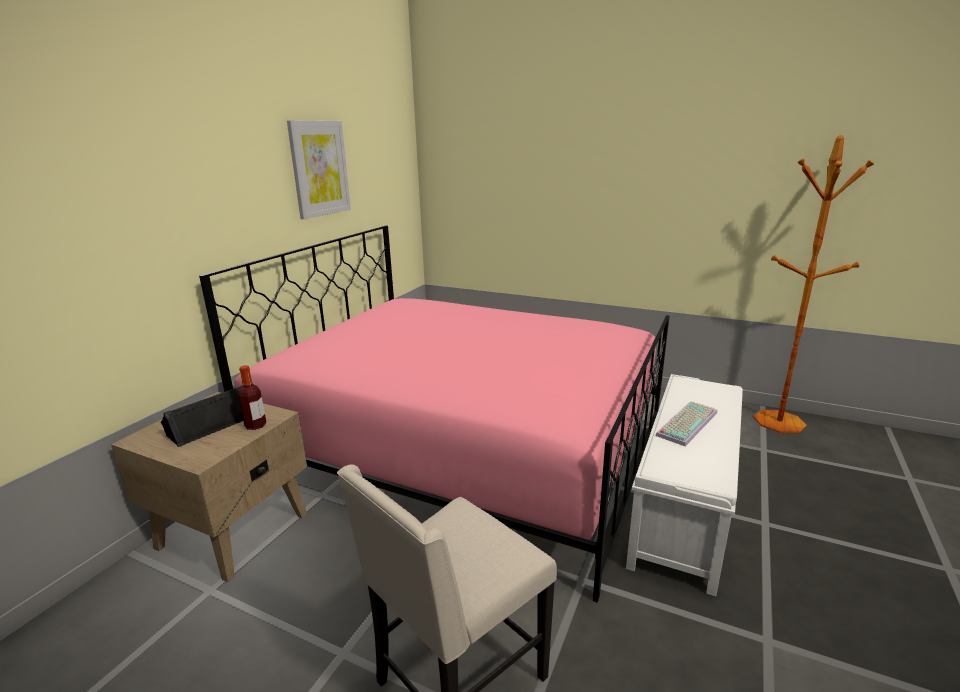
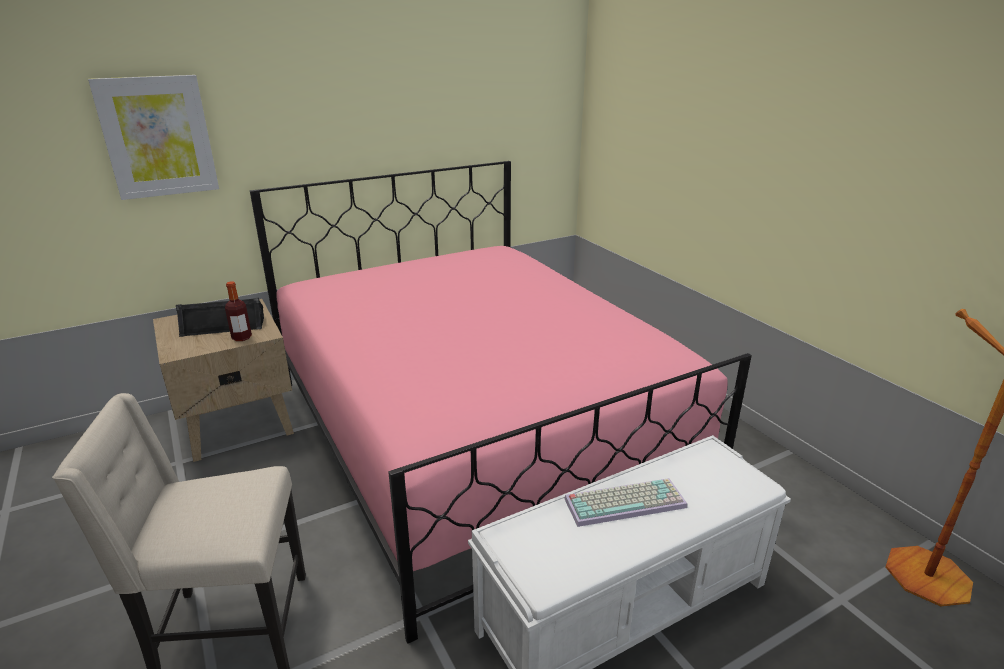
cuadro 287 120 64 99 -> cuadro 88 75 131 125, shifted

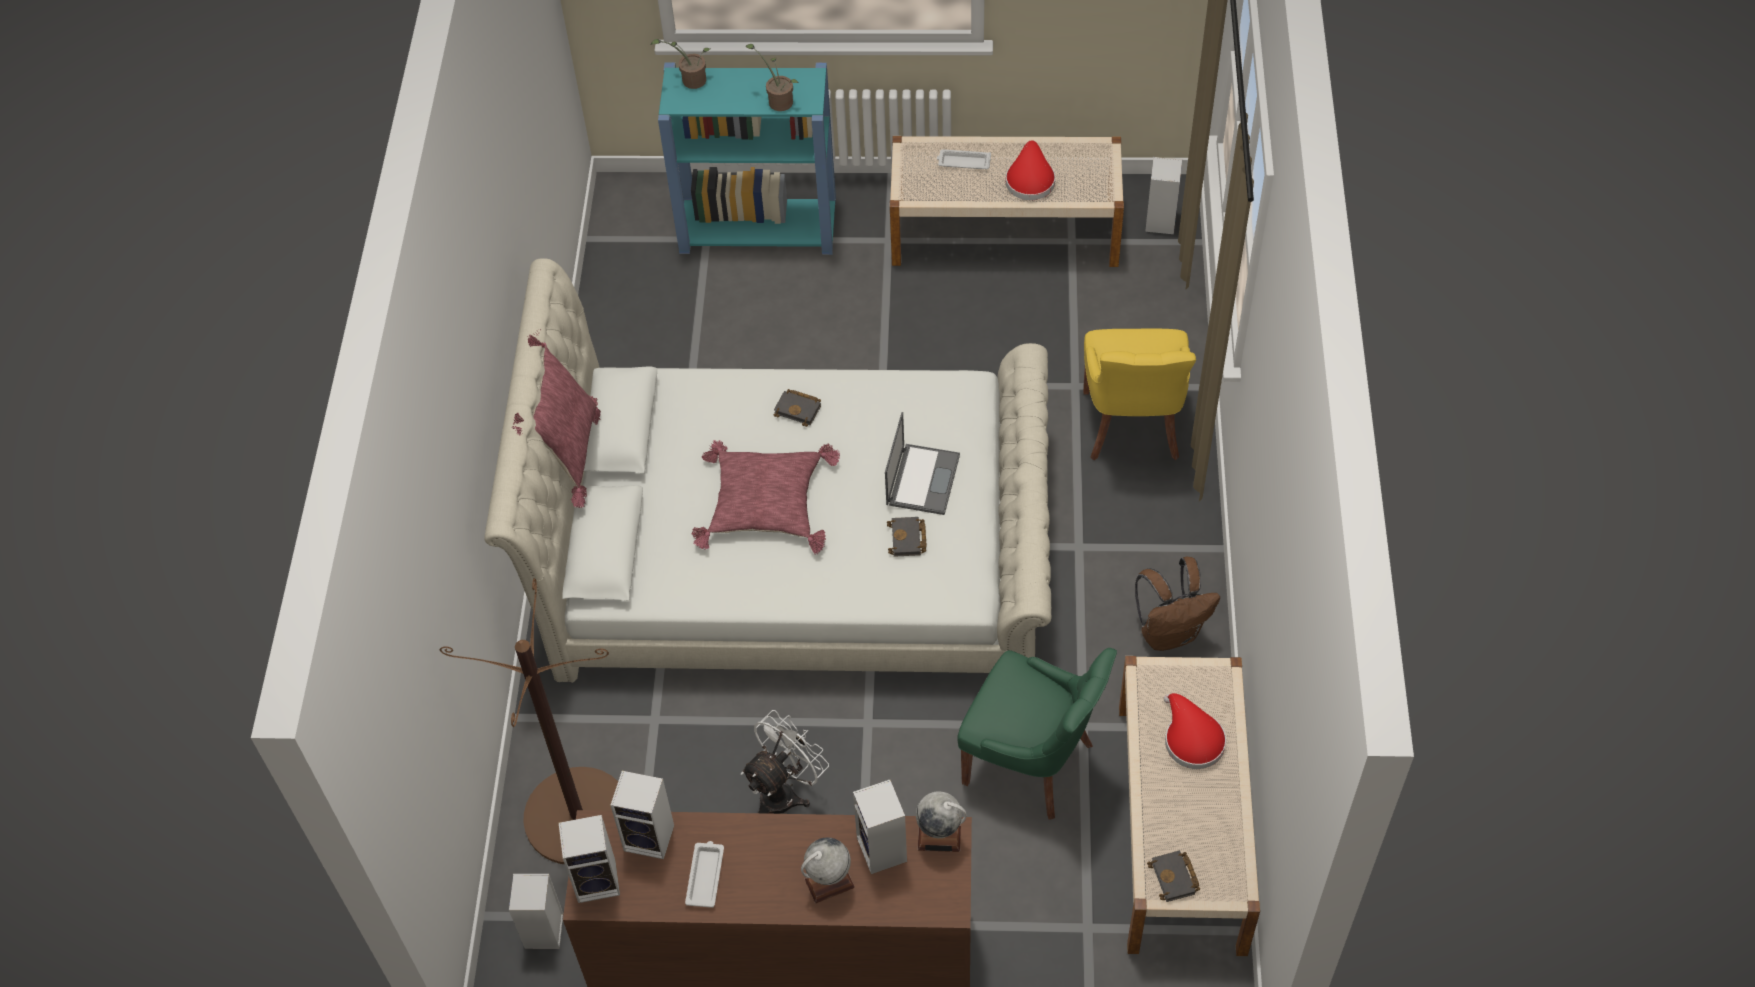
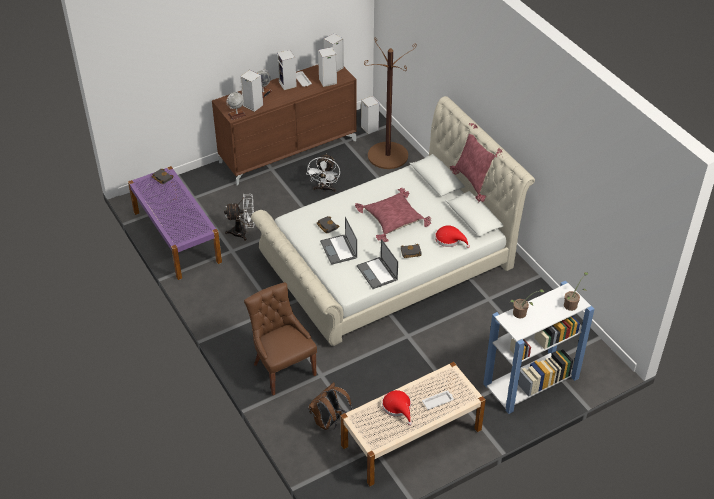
banco [beis] 1119 656 141 300 -> banco [morado] 128 166 94 114
silla [verde] 957 648 160 172 -> ventilador [blanco] 224 194 30 47
silla [amarillo] 1083 328 113 132 -> silla [marrón] 244 282 73 113
altavoz 1145 157 37 77 -> altavoz 277 50 20 40, shifted
mochila [marrón] 1135 557 85 94 -> mochila [marrón] 308 382 44 49, shifted
none -> portátil 357 239 41 50
sombrero [rojo] 1164 693 62 76 -> sombrero [rojo] 435 225 35 23, shifted
estantería [turquesa] 658 62 178 193 -> estantería [blanco] 483 281 111 133

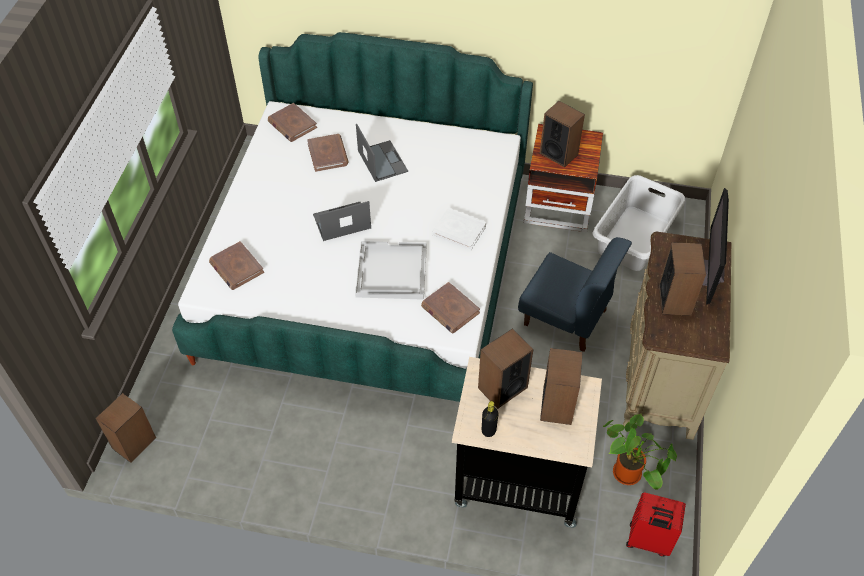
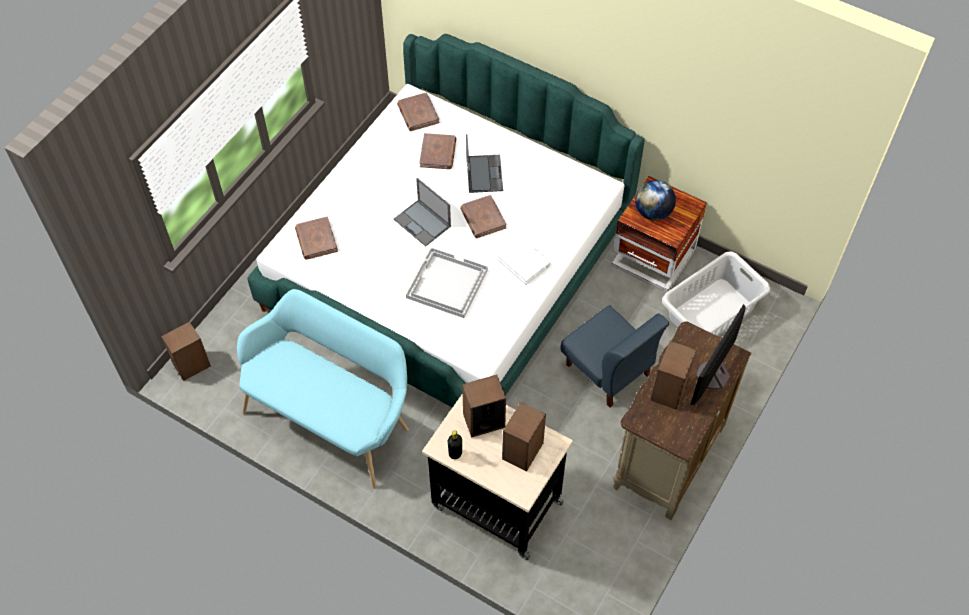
none -> banco [turquesa] 237 289 172 200
portátil 313 201 58 40 -> portátil 394 178 57 69, 135 degrees counterclockwise
libro [marrón] 421 282 59 52 -> libro [marrón] 460 195 46 43, shifted
altavoz 540 101 45 67 -> globo terráqueo 635 180 41 41
planta en maceta 603 413 74 77 -> none
maleta [rojo] 626 493 60 63 -> none

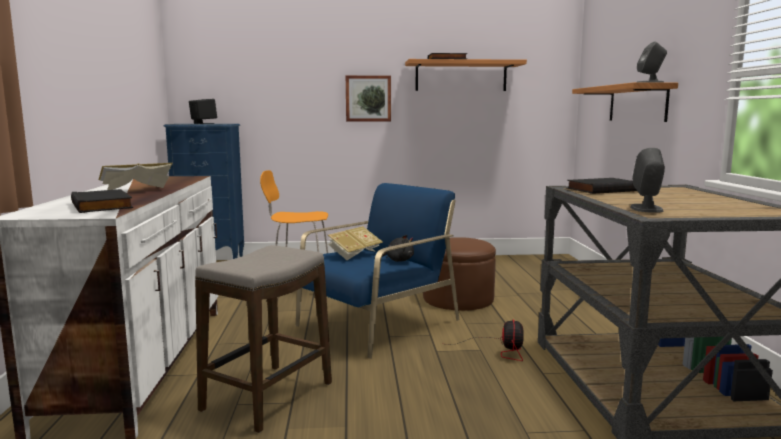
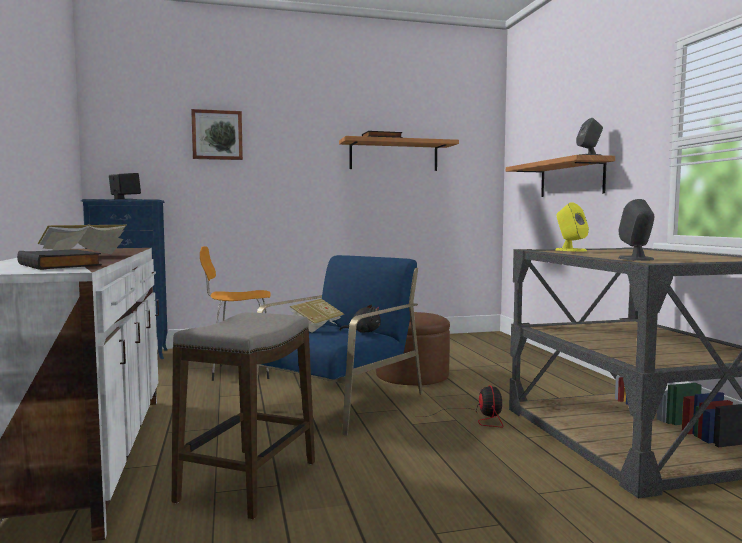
cuadro 346 75 45 46 -> cuadro 191 109 52 51, shifted
libro [negro] 567 178 70 16 -> altavoz [amarillo] 555 202 34 50

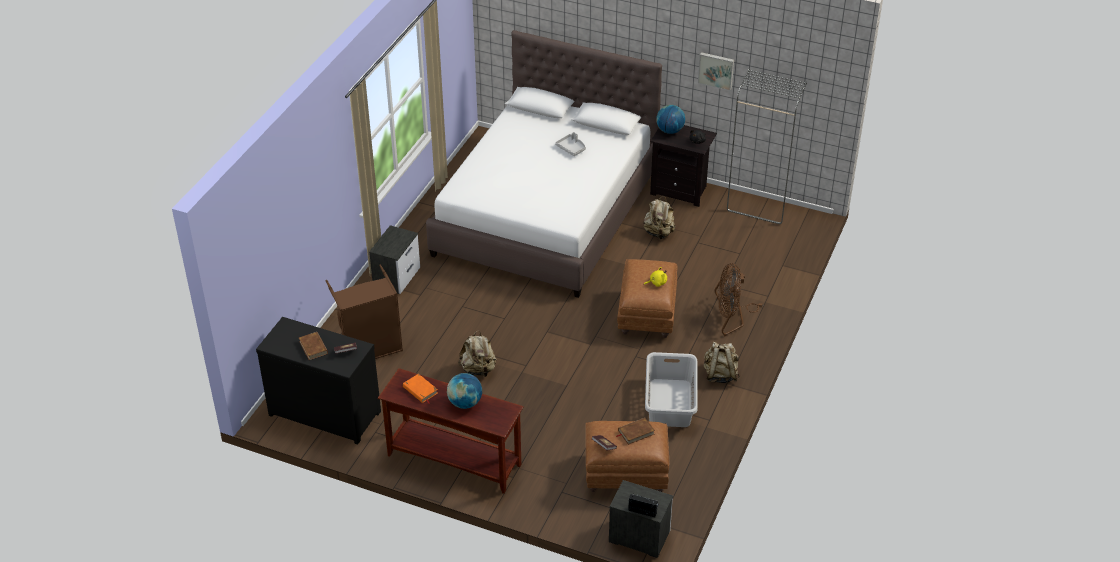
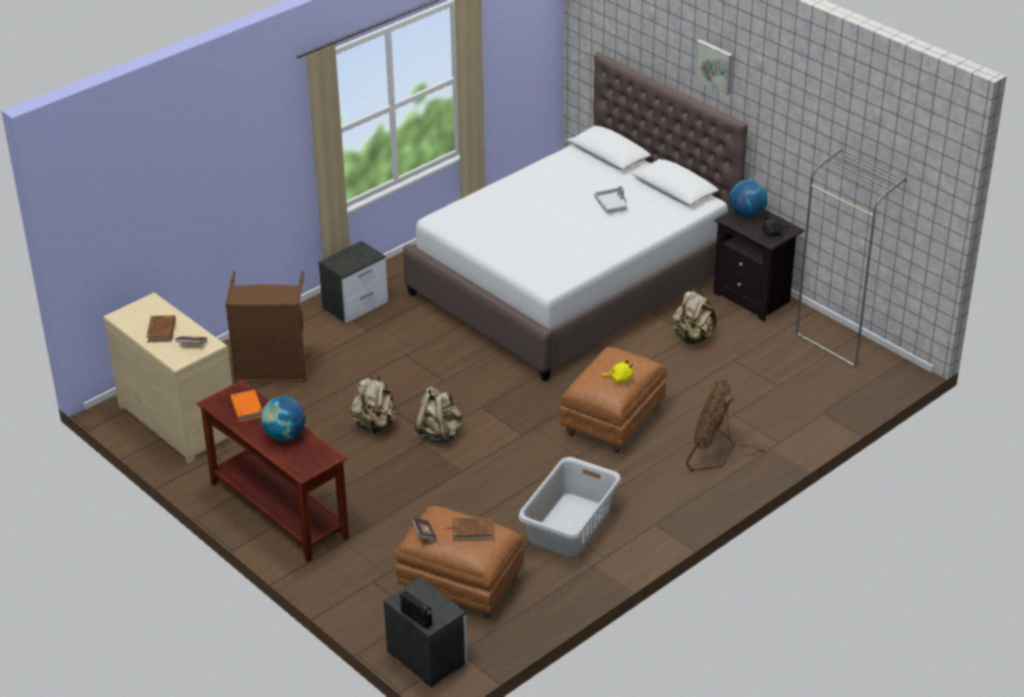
cómoda [negro] 256 317 125 128 -> cómoda [beis] 103 292 130 171
mochila [beis] 703 342 37 41 -> mochila [beis] 415 387 47 56, shifted
cuadro 698 52 36 39 -> cuadro 694 39 39 56, shifted

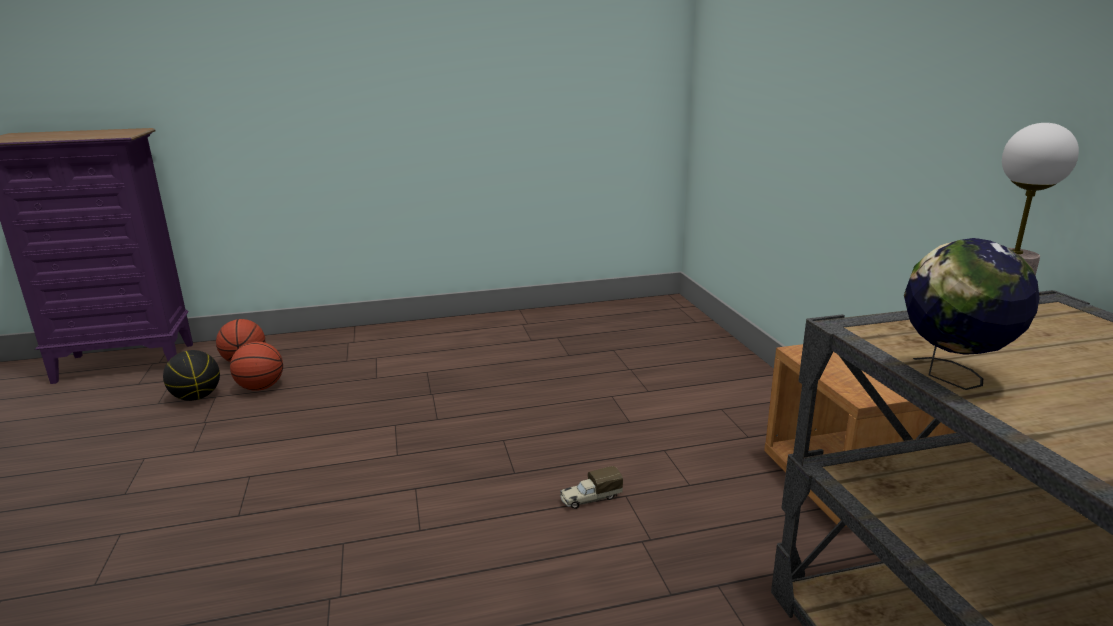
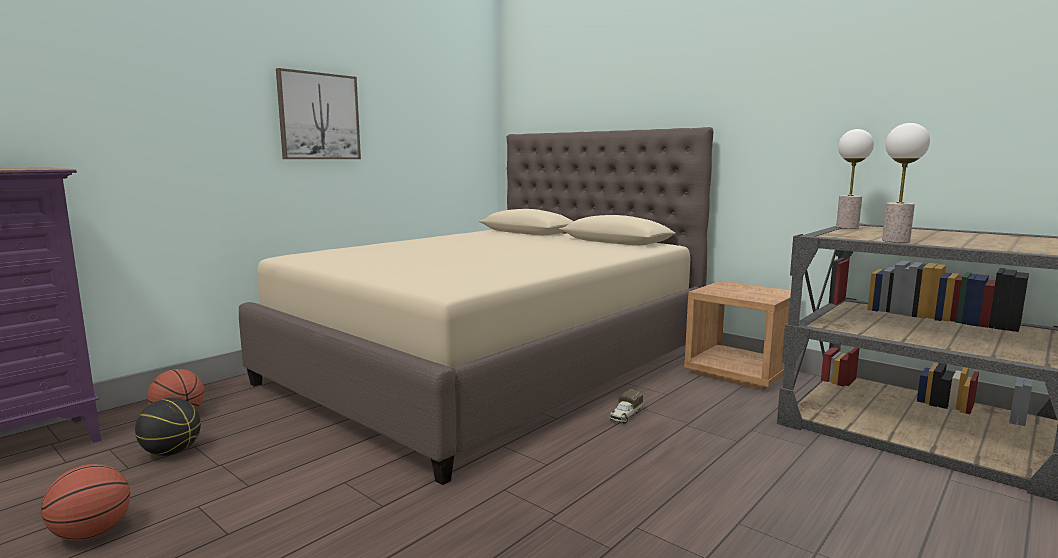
balón de baloncesto 230 342 53 49 -> balón de baloncesto 41 464 89 77, shifted
none -> cama [beis] 239 127 474 358
none -> cuadro 276 68 85 91
globo terráqueo 904 238 136 152 -> lámpara de mesa 882 123 48 120

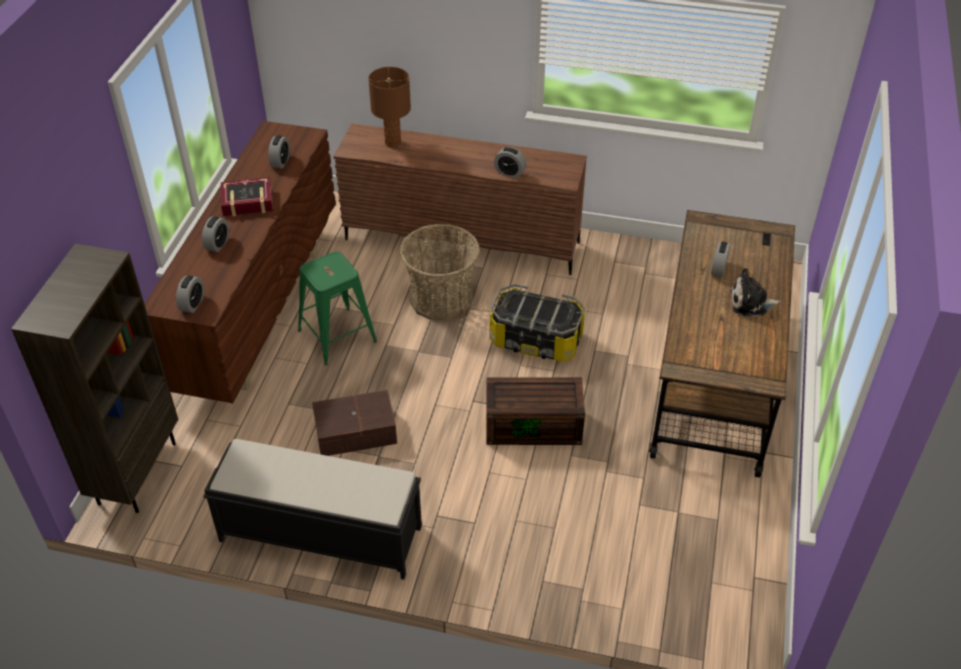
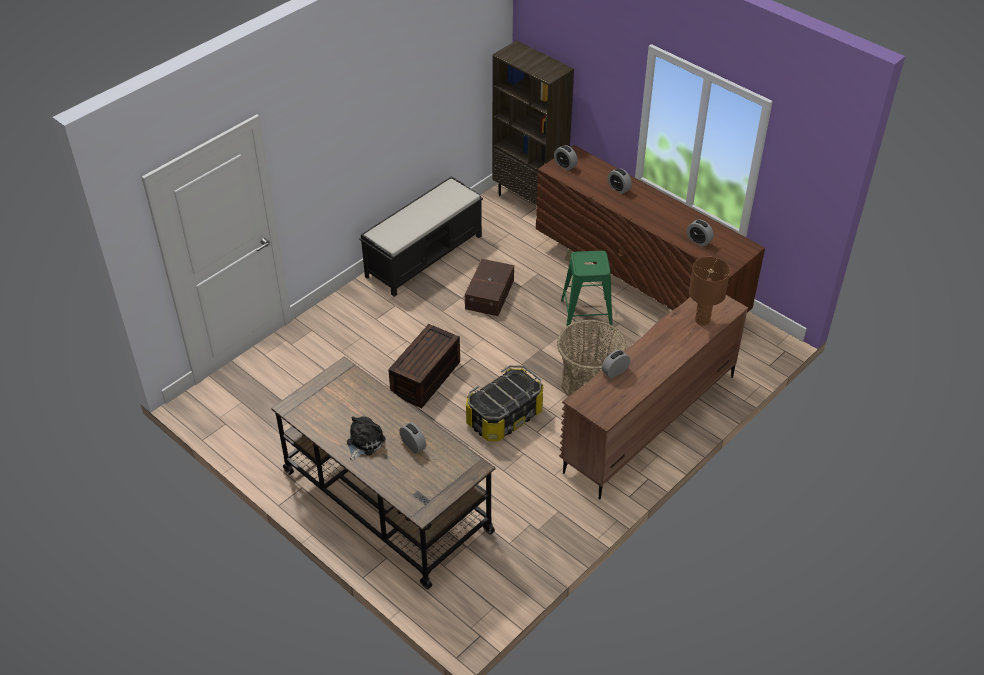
libro 221 177 52 39 -> none

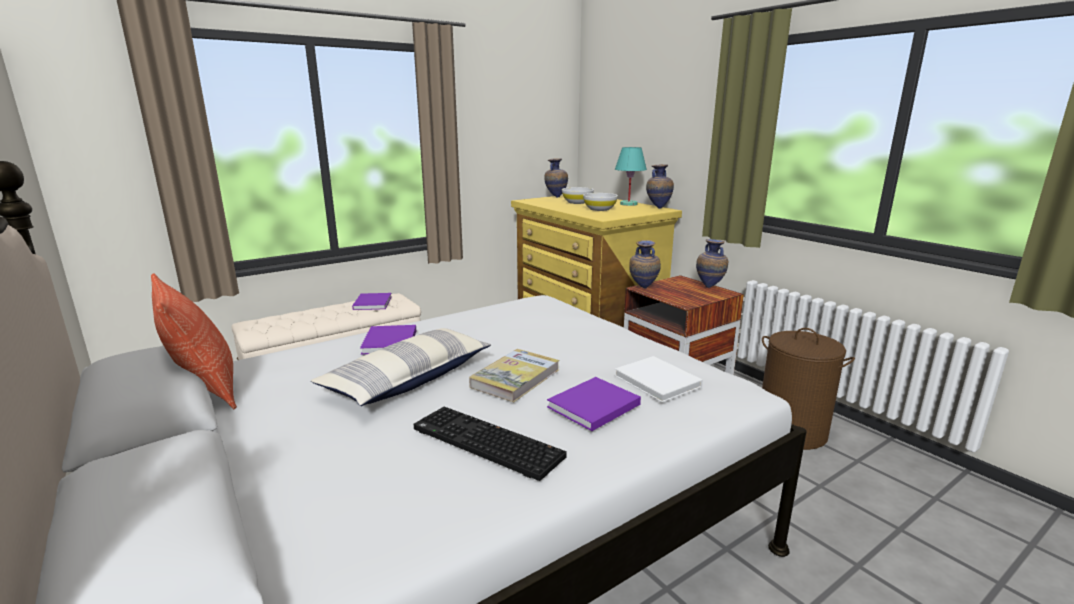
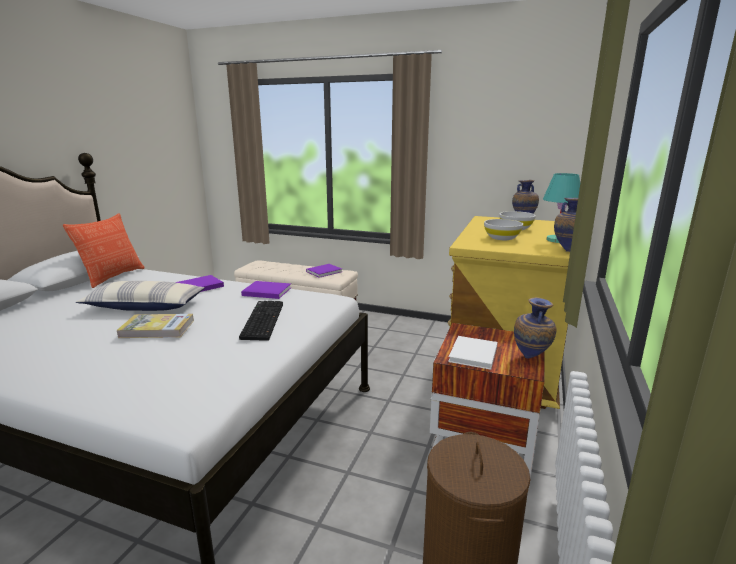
teclado 414 407 153 74 -> teclado 239 301 44 40, shifted
libro [morado] 547 377 94 54 -> libro [morado] 241 281 50 18, shifted
libro [blanco] 614 356 89 47 -> libro [blanco] 448 336 49 34, shifted
florero 629 240 32 48 -> none

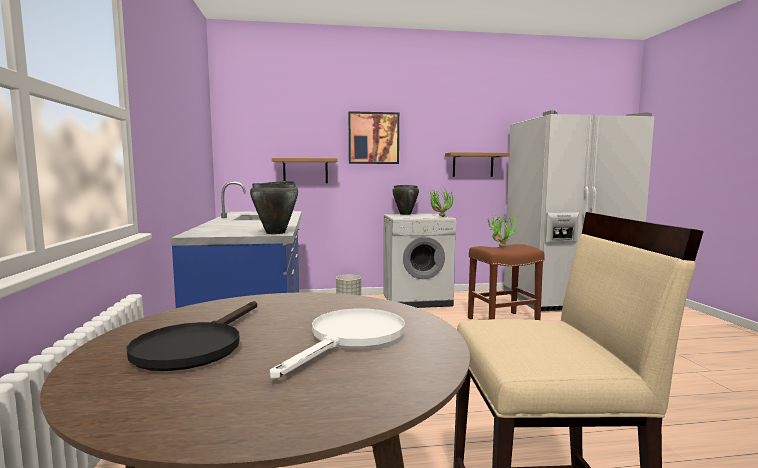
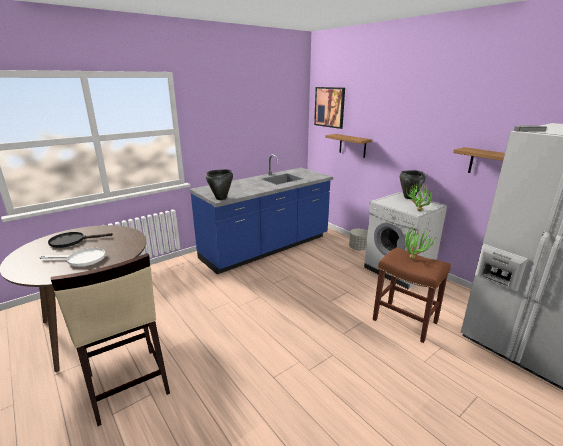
cuadro 348 111 51 53 -> cuadro 314 87 31 42, shifted

